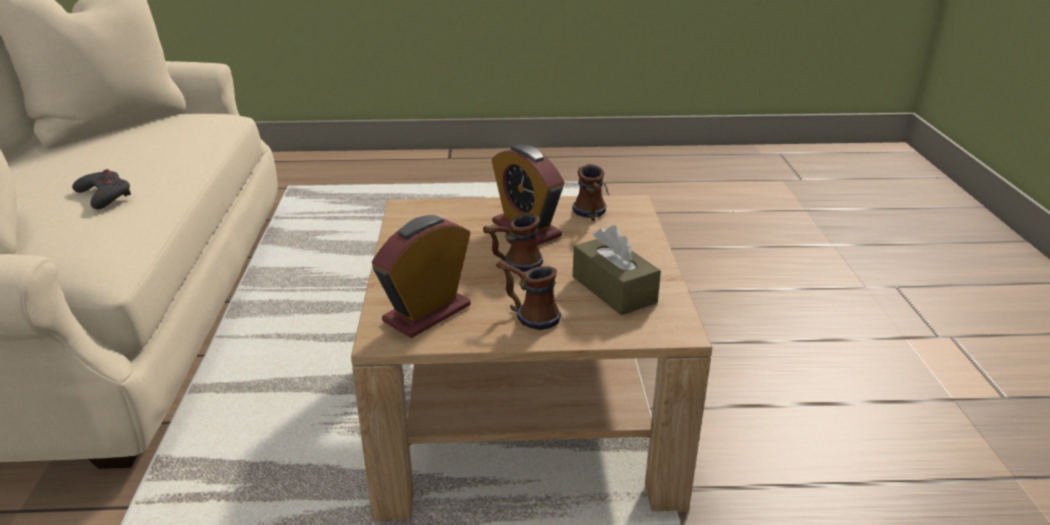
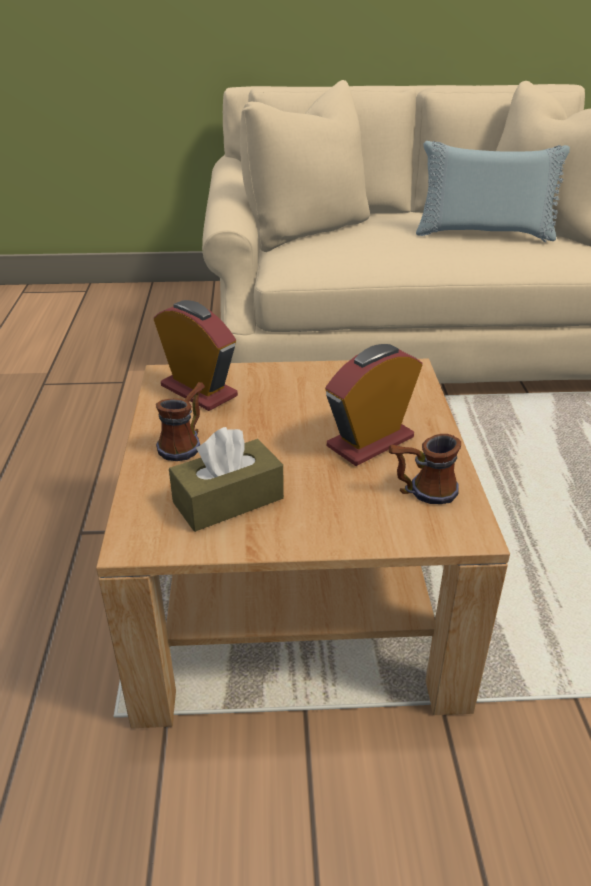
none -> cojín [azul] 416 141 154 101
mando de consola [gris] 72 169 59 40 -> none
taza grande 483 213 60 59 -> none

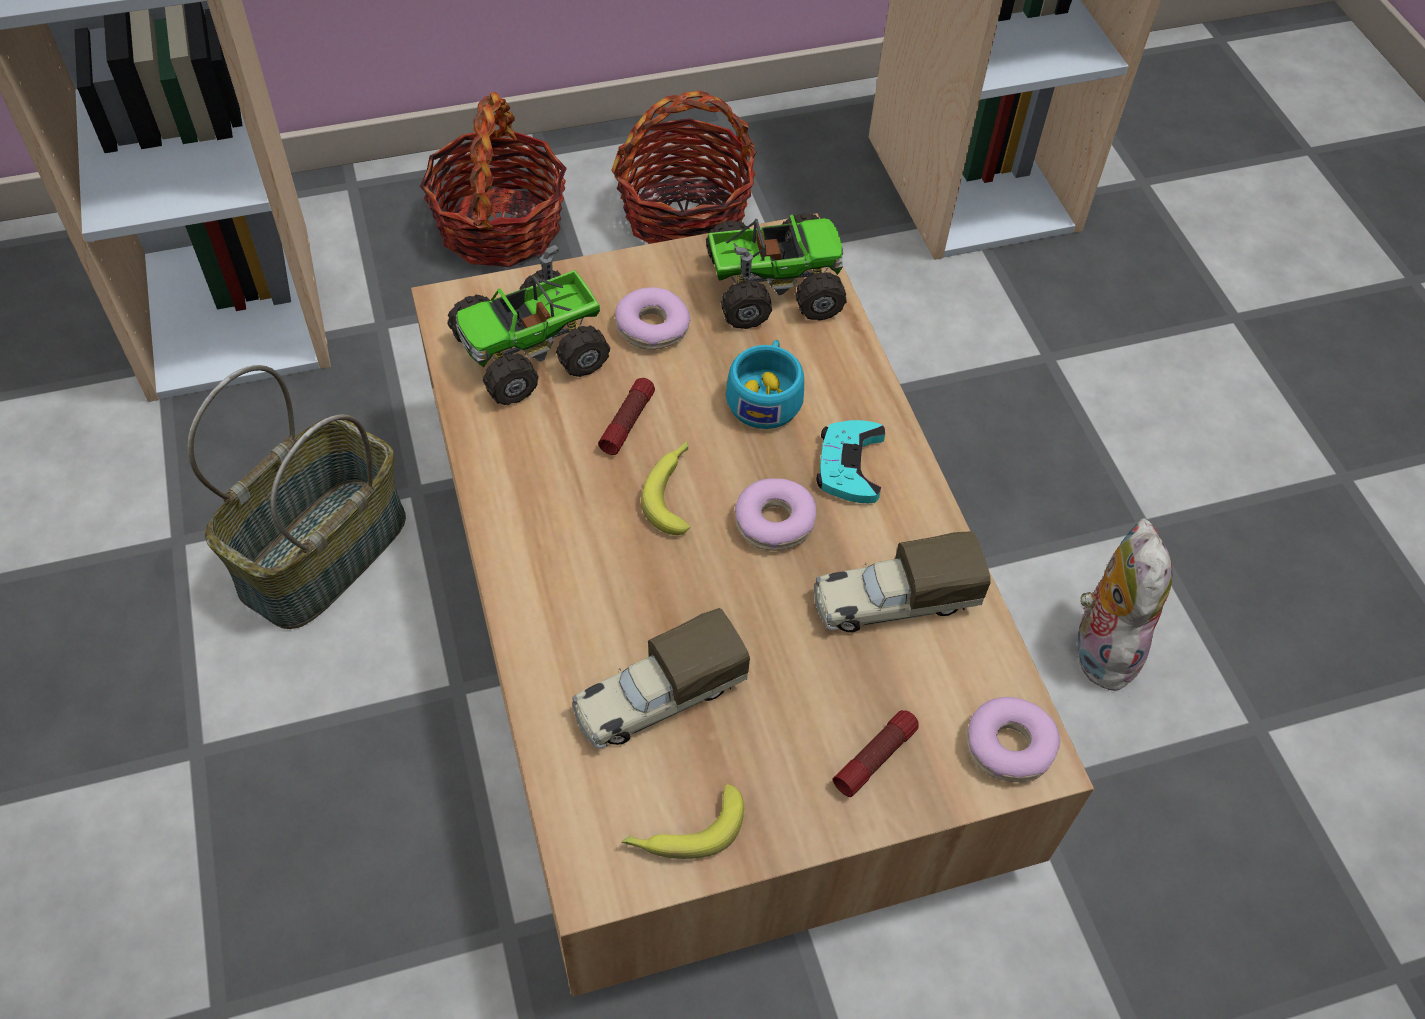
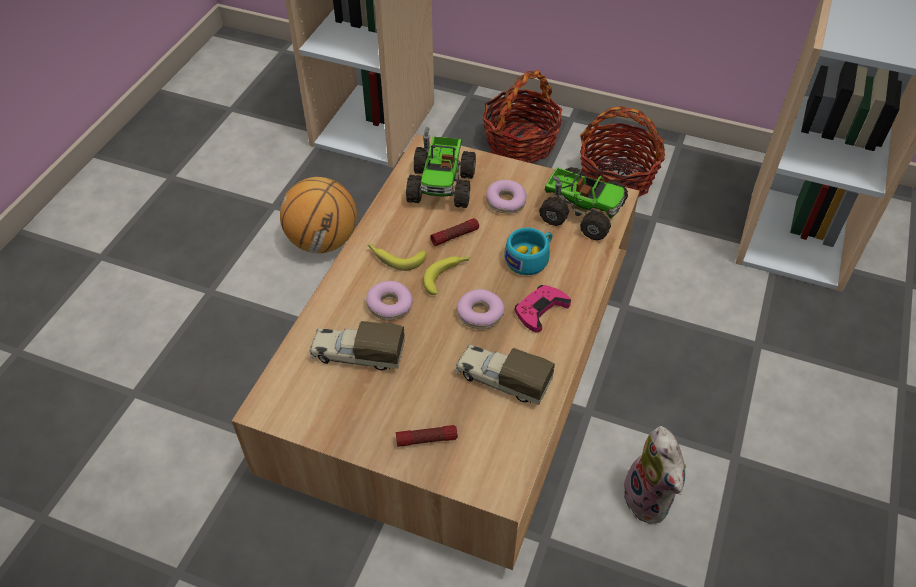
cesta 187 365 219 264 -> balón de baloncesto 280 177 77 76
rosquilla 966 697 94 85 -> rosquilla 366 281 47 39, shifted
plátano 622 784 122 75 -> plátano 368 244 58 27, shifted
camión de juguete 448 245 162 160 -> camión de juguete 406 127 70 81, 90 degrees counterclockwise
mando de consola [turquesa] 816 420 69 83 -> mando de consola [rosa] 515 285 56 48
peluche 1070 518 102 179 -> peluche 624 426 62 98, 120 degrees clockwise

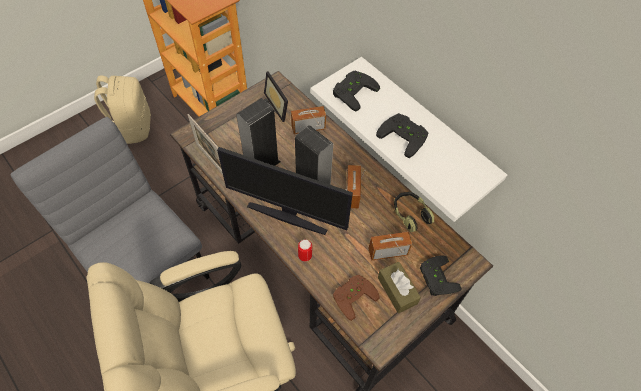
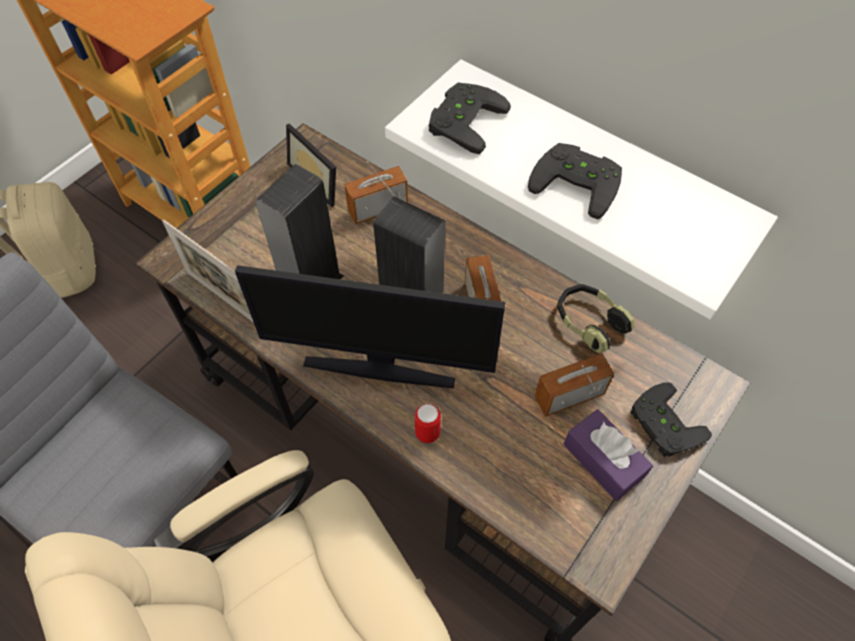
caja de pañuelos [marrón] 378 262 43 51 -> caja de pañuelos [morado] 564 409 89 92
mando de consola [marrón] 333 275 47 46 -> none

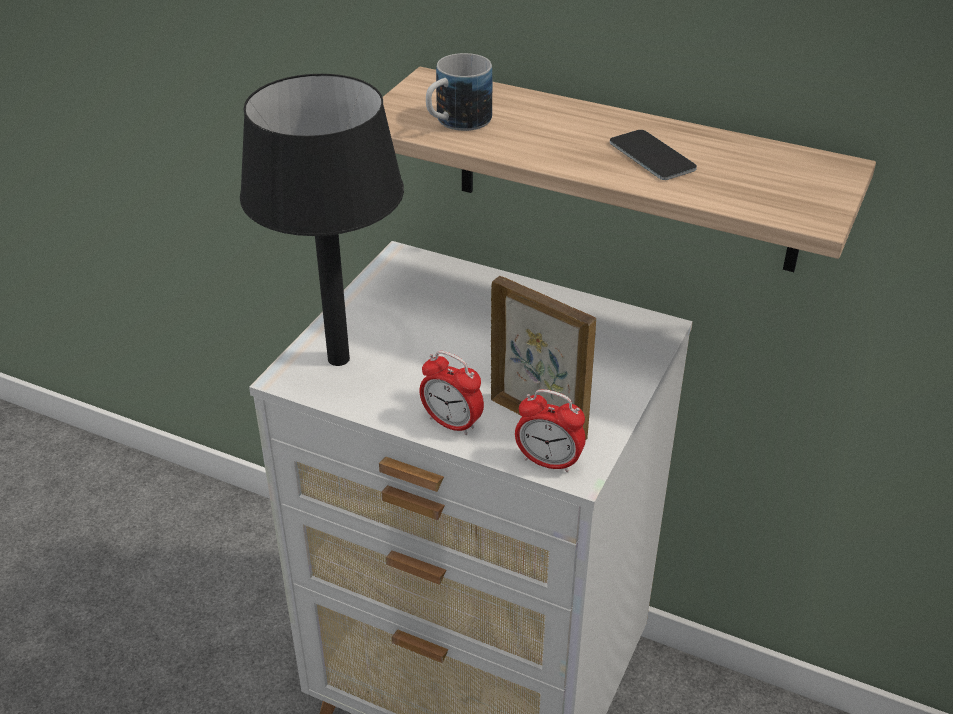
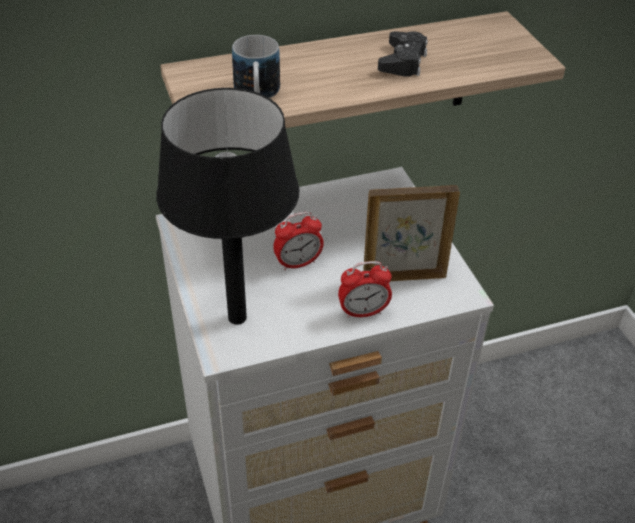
despertador 515 389 71 84 -> despertador 273 212 51 59, shifted
móvil 610 130 87 50 -> mando de consola [negro] 378 31 50 46

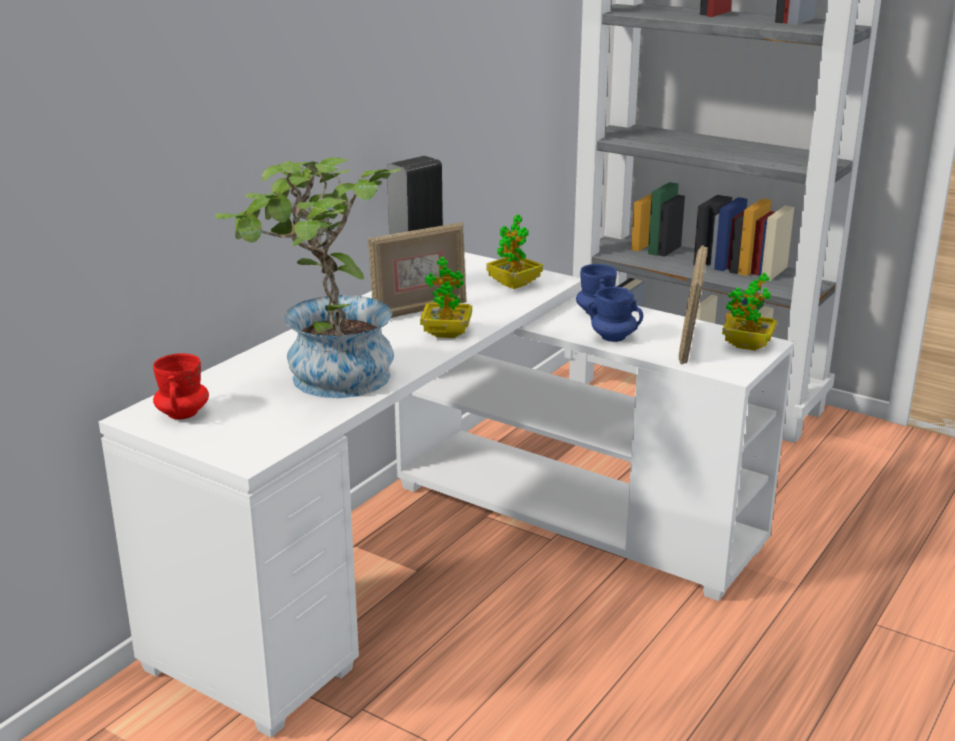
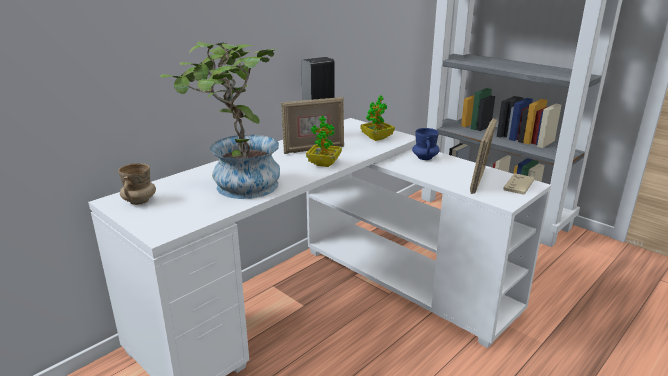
taza grande [rojo] 153 353 56 66 -> taza grande [beis] 118 163 38 42
planta en maceta 722 273 55 78 -> mando de consola [beis] 503 173 31 21
taza grande [azul] 587 287 56 55 -> none

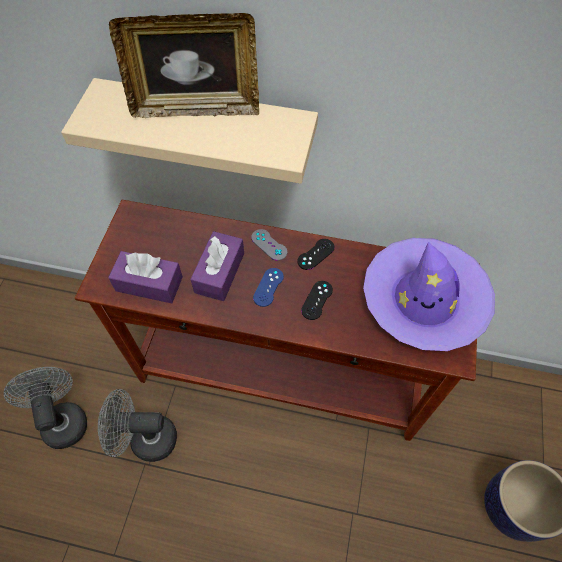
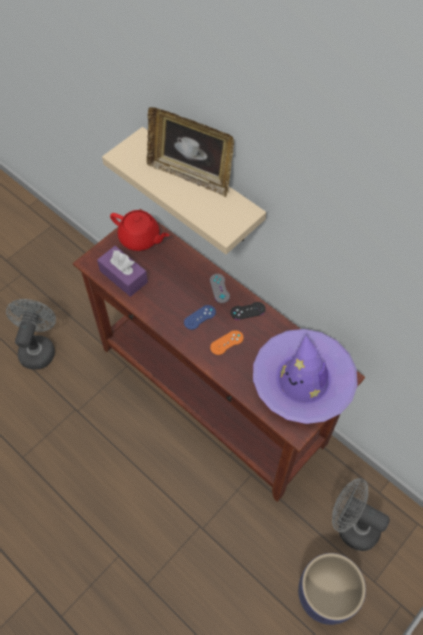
none -> tetera [rojo] 110 210 59 41
mando de consola [negro] 301 281 32 39 -> mando de consola [naranja] 210 330 33 25
ventilador [gris] 98 389 79 73 -> ventilador [gris] 332 478 58 73, shifted
caja de pañuelos [morado] 190 231 54 70 -> none

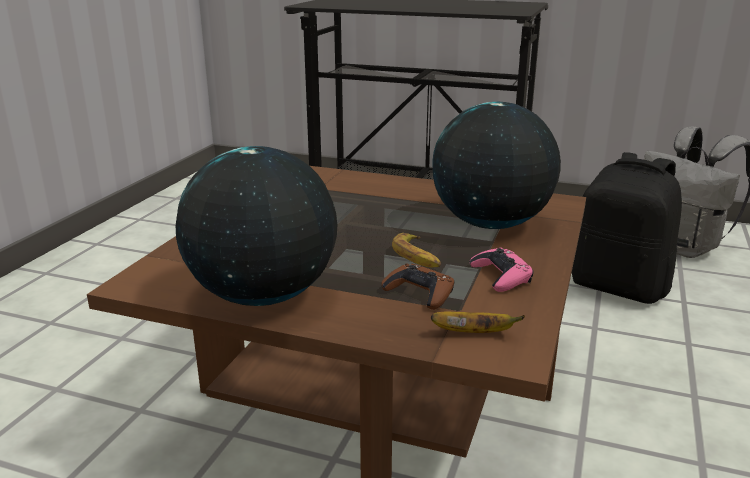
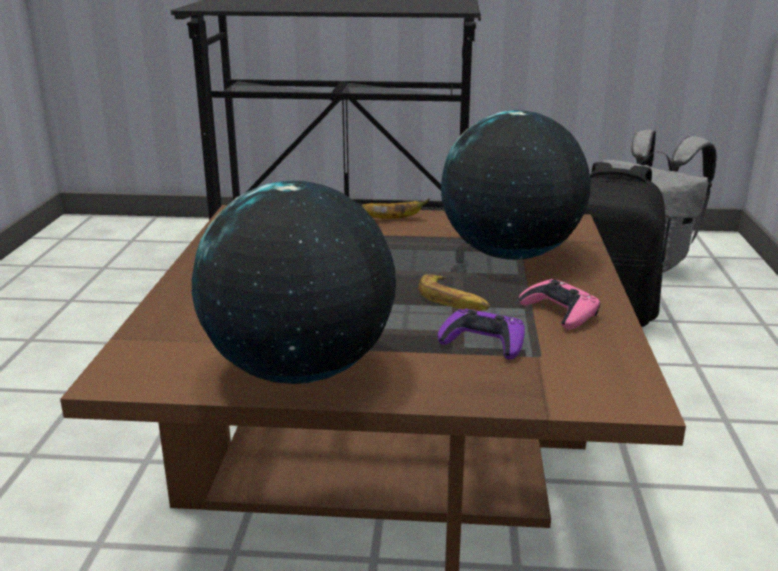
plátano 431 311 94 22 -> plátano 362 198 68 21, shifted
mando de consola [marrón] 381 264 73 46 -> mando de consola [morado] 437 309 88 50

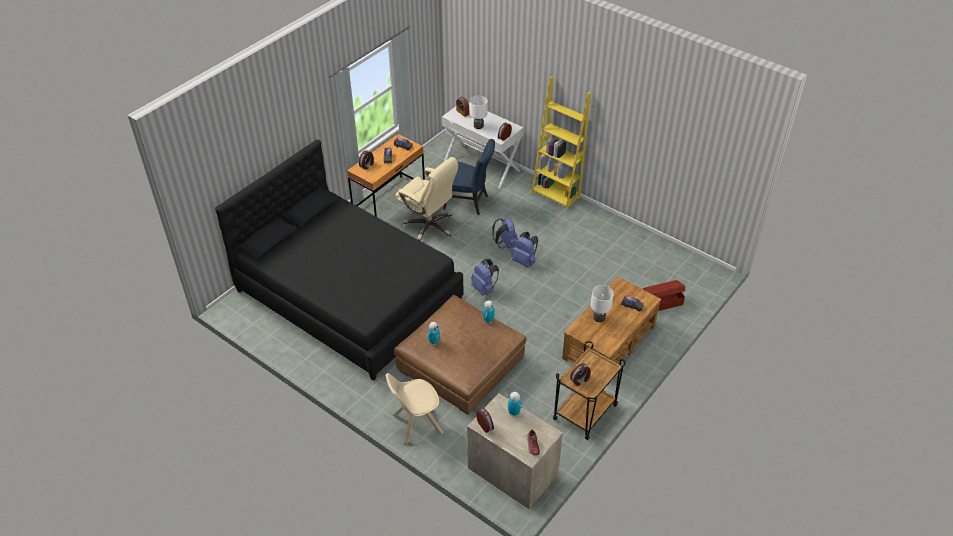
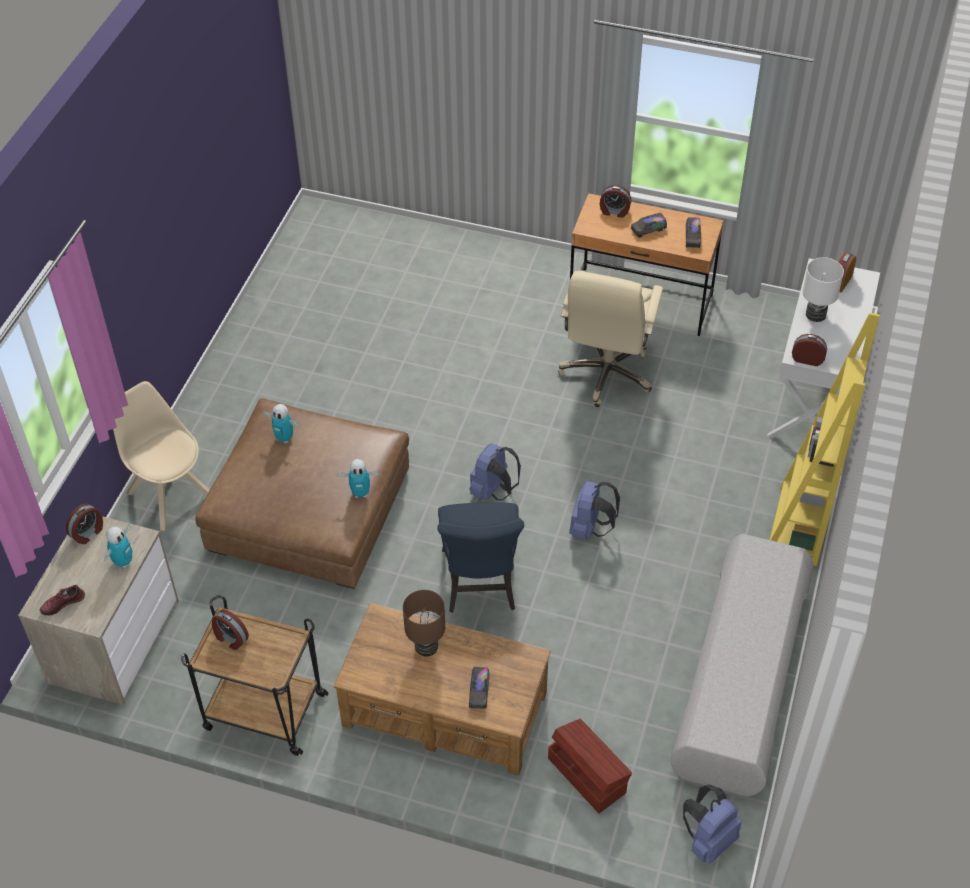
lámpara de mesa [blanco] 591 285 23 37 -> lámpara de mesa [marrón] 403 590 42 67
silla [azul] 443 139 52 76 -> silla [azul] 437 502 87 111, shifted
none -> banco [gris] 670 534 143 263
mochila [azul] 492 218 26 30 -> mochila [azul] 683 784 59 79, shifted
cama [negro] 215 139 249 242 -> none

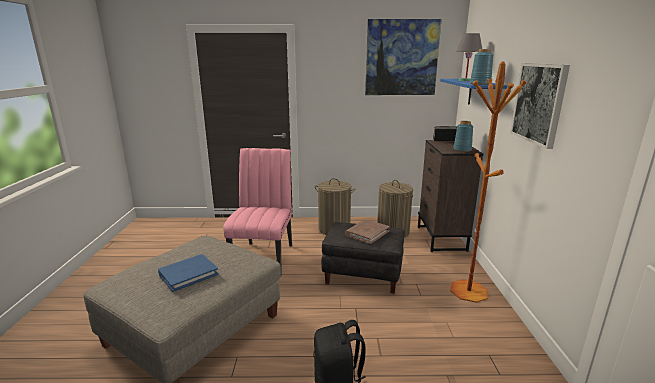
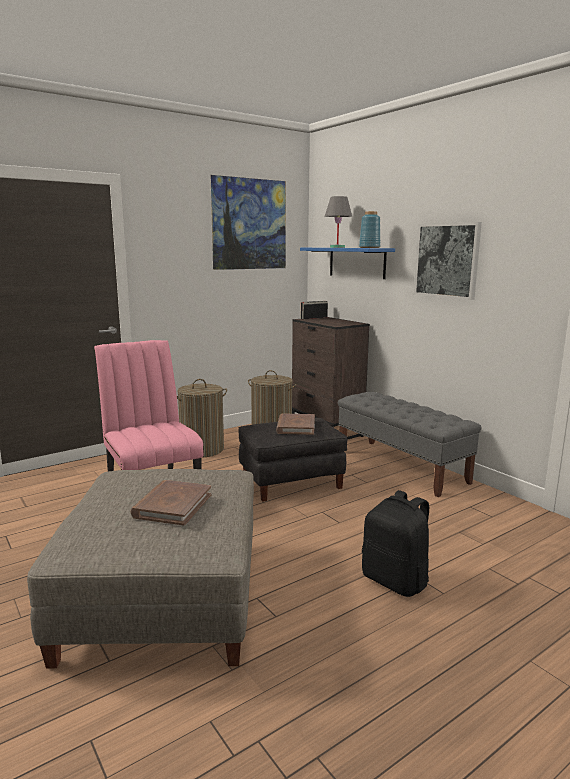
libro [azul] 158 254 61 38 -> libro [marrón] 130 480 81 46
perchero [naranja] 450 61 77 242 -> banco [gris] 338 392 144 105
florero [azul] 453 121 20 31 -> none

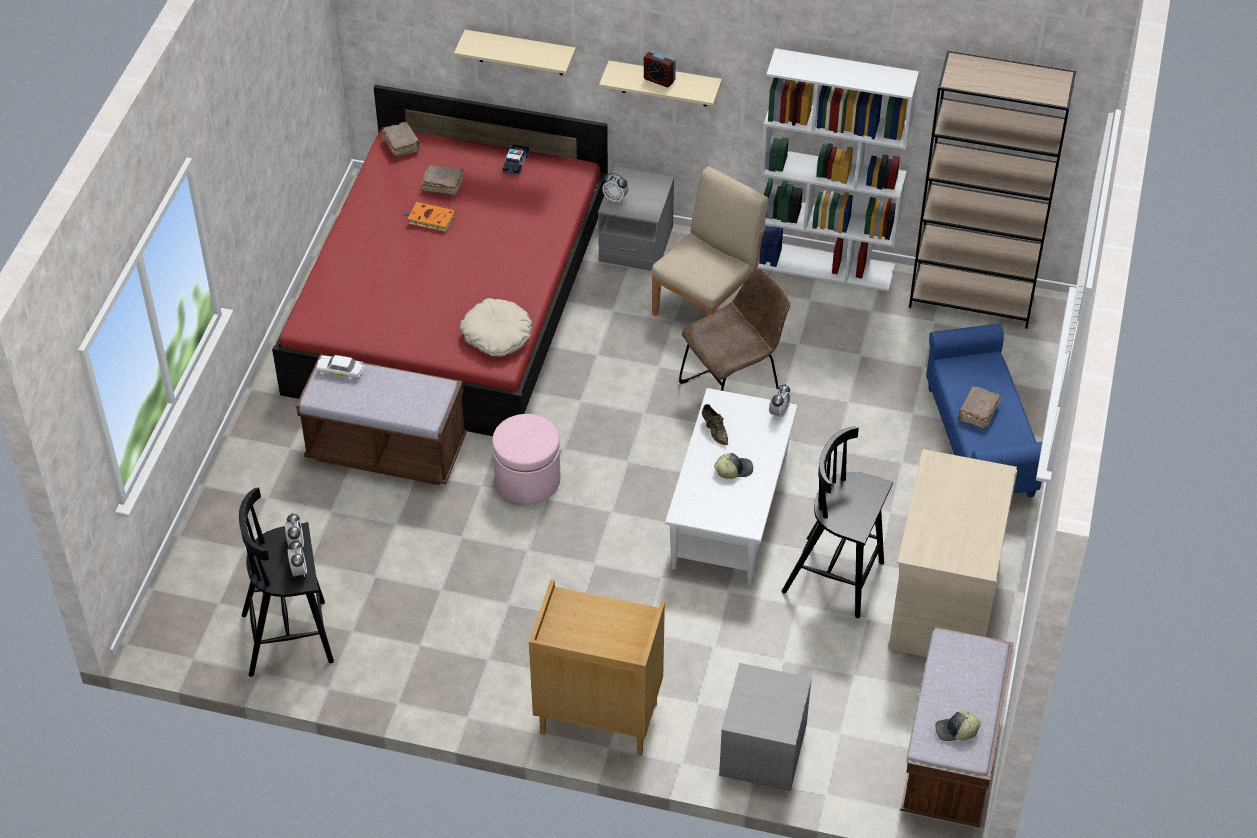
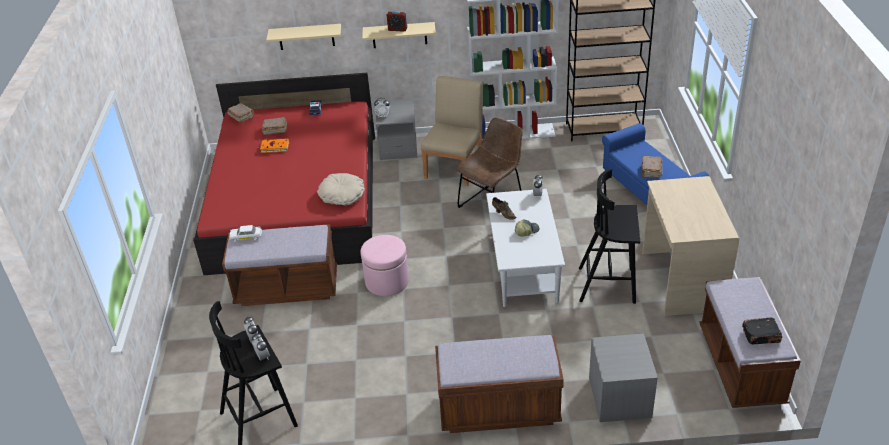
armario [marrón] 529 580 136 176 -> banco [marrón] 435 335 129 98
gorra 935 711 46 30 -> libro [negro] 742 317 41 27

